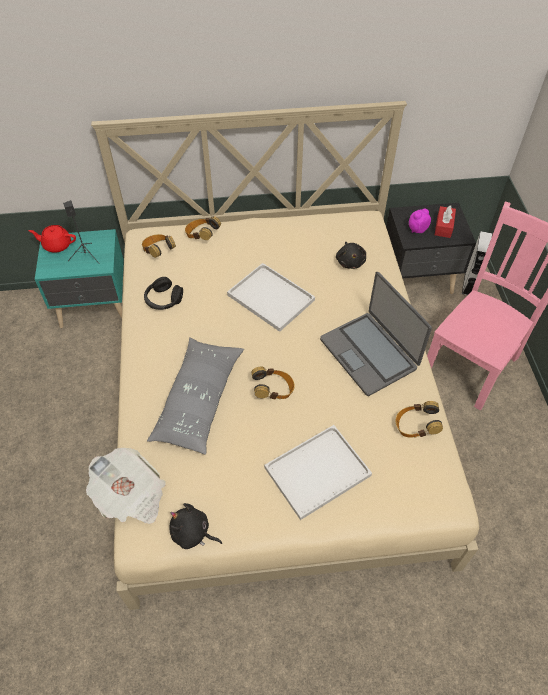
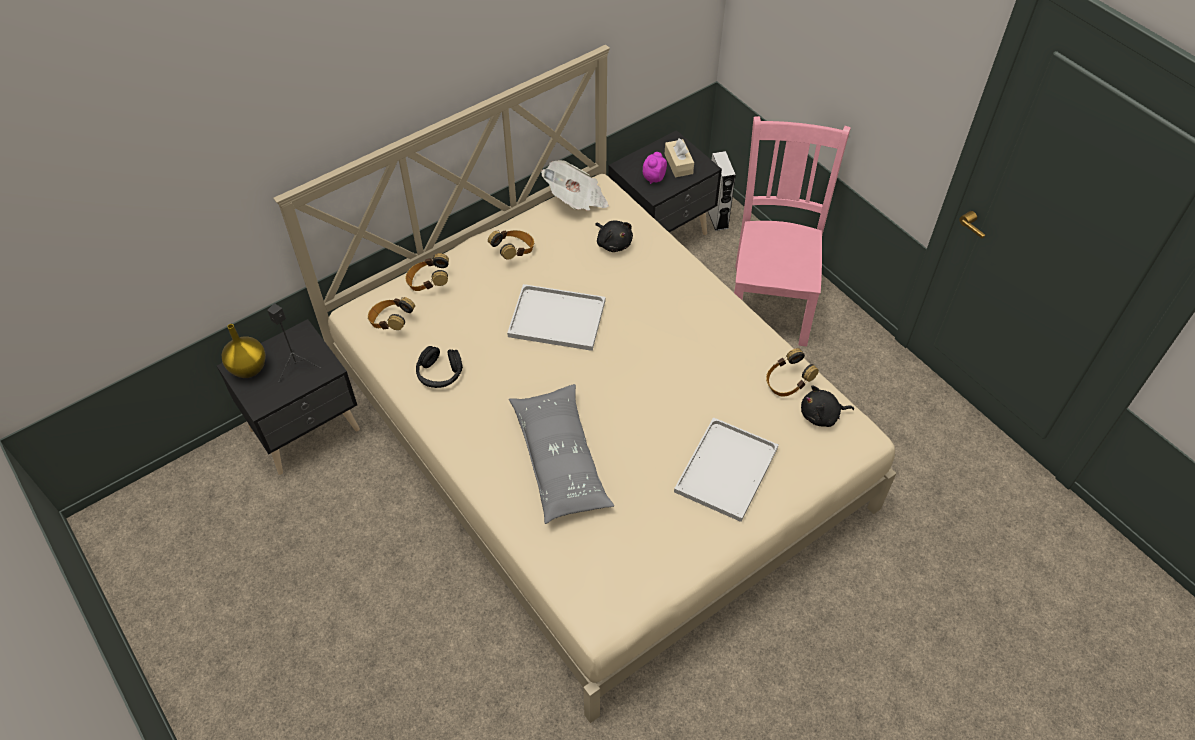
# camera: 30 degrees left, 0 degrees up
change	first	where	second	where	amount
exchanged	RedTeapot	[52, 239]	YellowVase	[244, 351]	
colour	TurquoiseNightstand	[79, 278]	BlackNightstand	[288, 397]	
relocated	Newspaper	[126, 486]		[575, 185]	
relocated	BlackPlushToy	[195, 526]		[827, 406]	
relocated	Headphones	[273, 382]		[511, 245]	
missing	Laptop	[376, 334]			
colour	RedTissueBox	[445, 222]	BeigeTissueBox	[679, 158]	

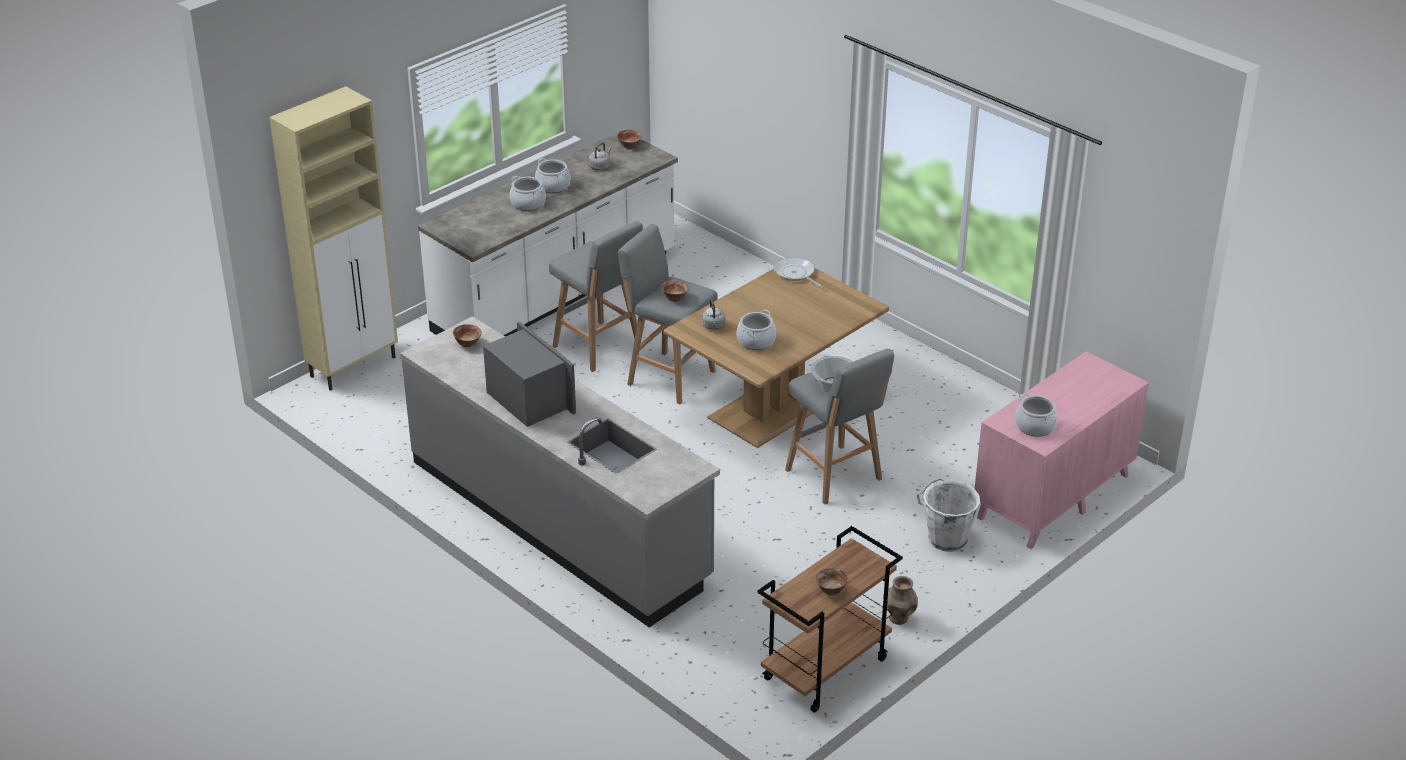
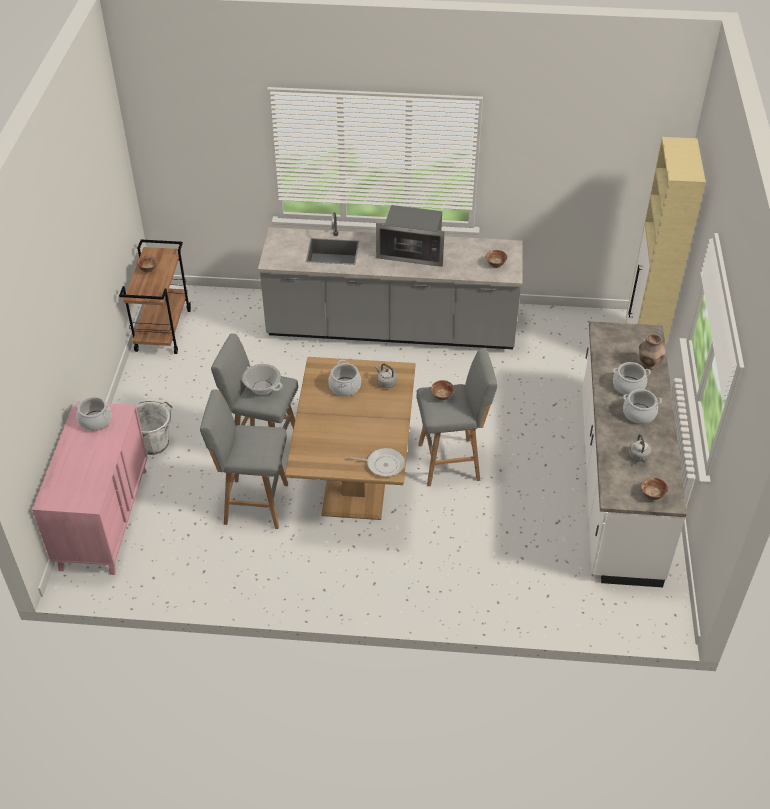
# camera: 140 degrees right, 10 degrees up
change	first	where	second	where	amount
relocated	GreyStool	[596, 296]		[244, 459]	
relocated	BrownVase	[902, 600]		[652, 351]	

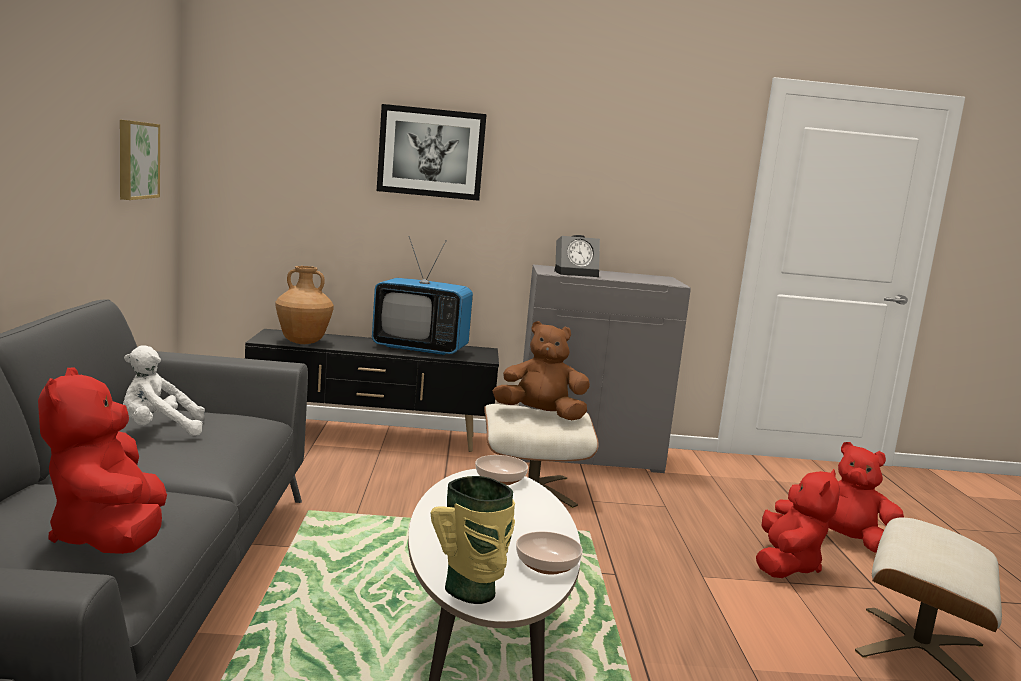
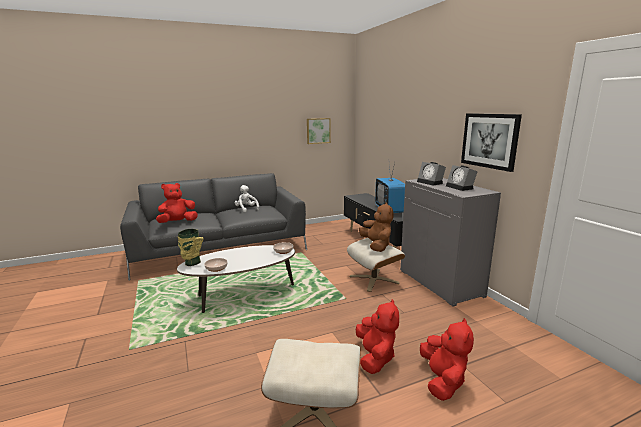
# camera: 70 degrees right, 5 degrees up
change	first	where	second	where	amount
missing	BrownVase	[304, 305]			
relocated	Picture	[432, 152]		[491, 142]	
spun	RedPlushToy	[798, 523]		[377, 336]	90 degrees counterclockwise
appeared			AlarmClock	[462, 178]	

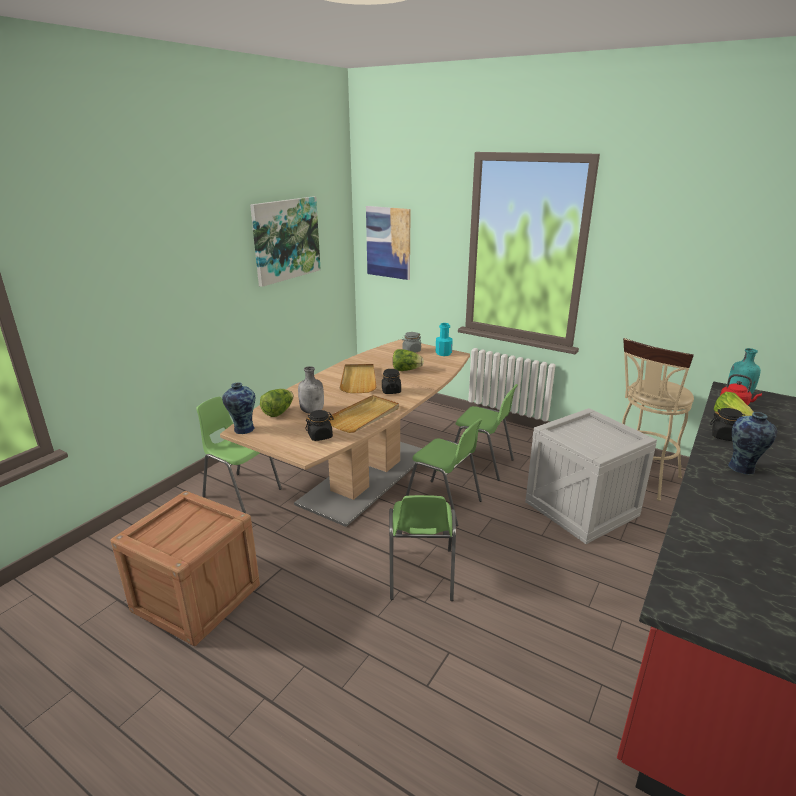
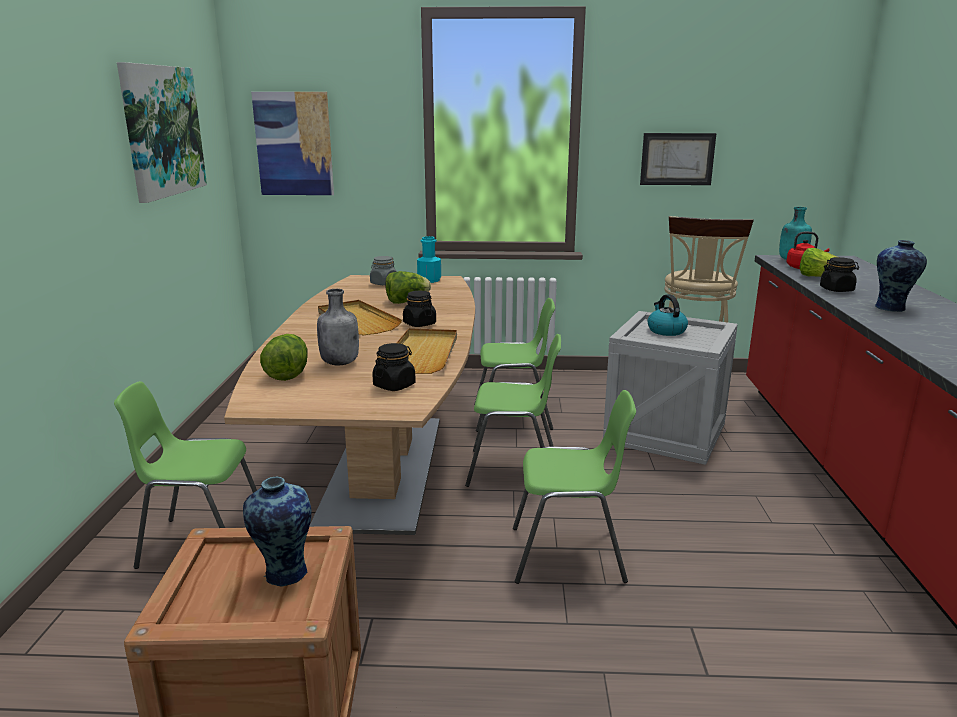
# camera: 30 degrees left, 5 degrees down
change	first	where	second	where	amount
relocated	Vase	[238, 408]		[277, 531]	
spun	GreenChair	[422, 548]		[574, 487]	60 degrees counterclockwise
appeared			Picture	[678, 159]	
appeared			Kettle	[668, 315]	

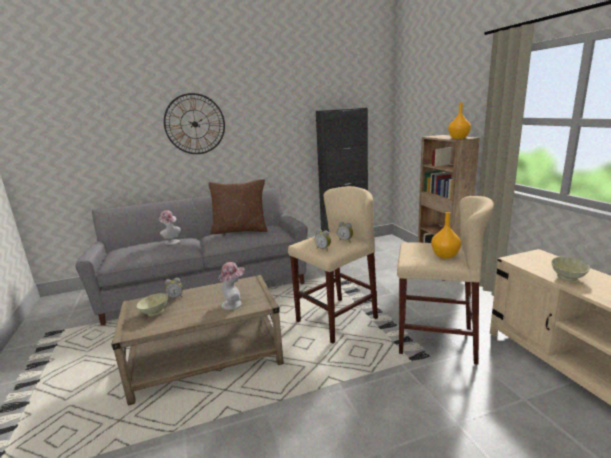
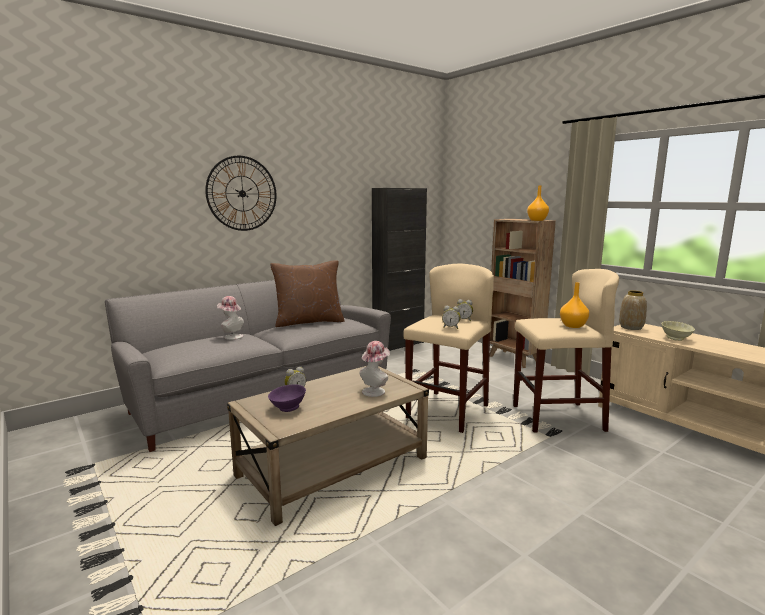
# camera: 20 degrees left, 5 degrees down
change	first	where	second	where	amount
colour	BeigeBowl	[152, 304]	PurpleBowl	[287, 398]	
appeared			Vase	[633, 310]	

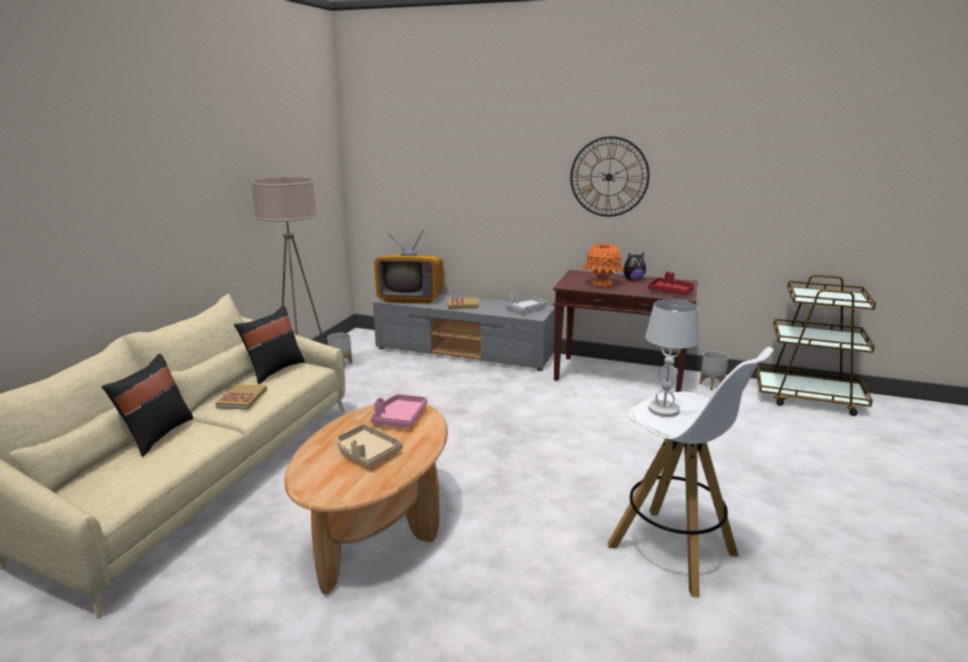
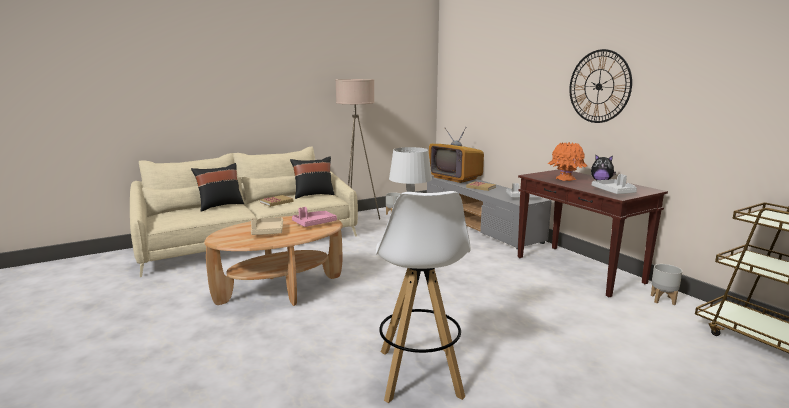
# camera: 40 degrees right, 5 degrees down
change	first	where	second	where	amount
colour	RedTray	[671, 283]	GreyTray	[614, 184]	

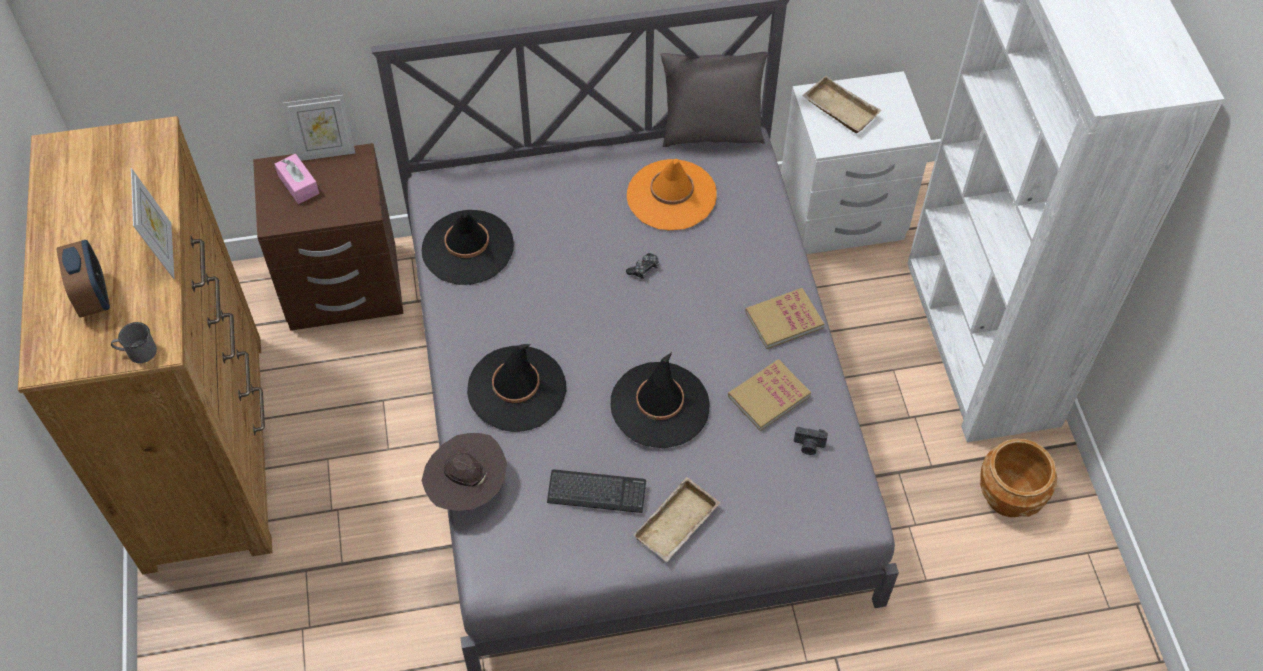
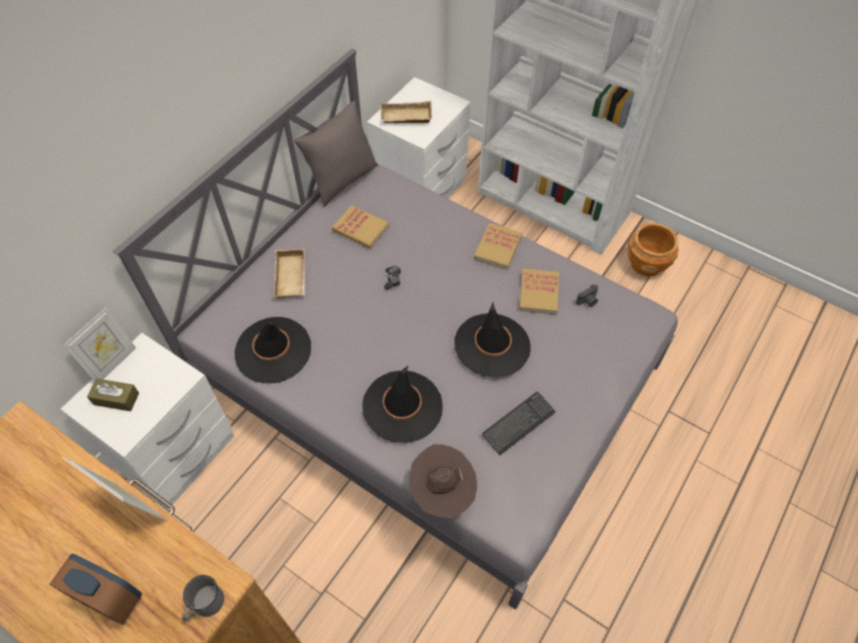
# camera: 45 degrees left, 0 degrees up
change	first	where	second	where	amount
colour	BrownNightstand	[328, 237]	WhiteNightstand	[147, 421]	
colour	PinkTissueBox	[297, 179]	BrownTissueBox	[113, 394]	
exchanged	OrangeHat	[672, 194]	Book	[360, 227]	
relocated	BeigeTray	[677, 519]		[289, 273]	

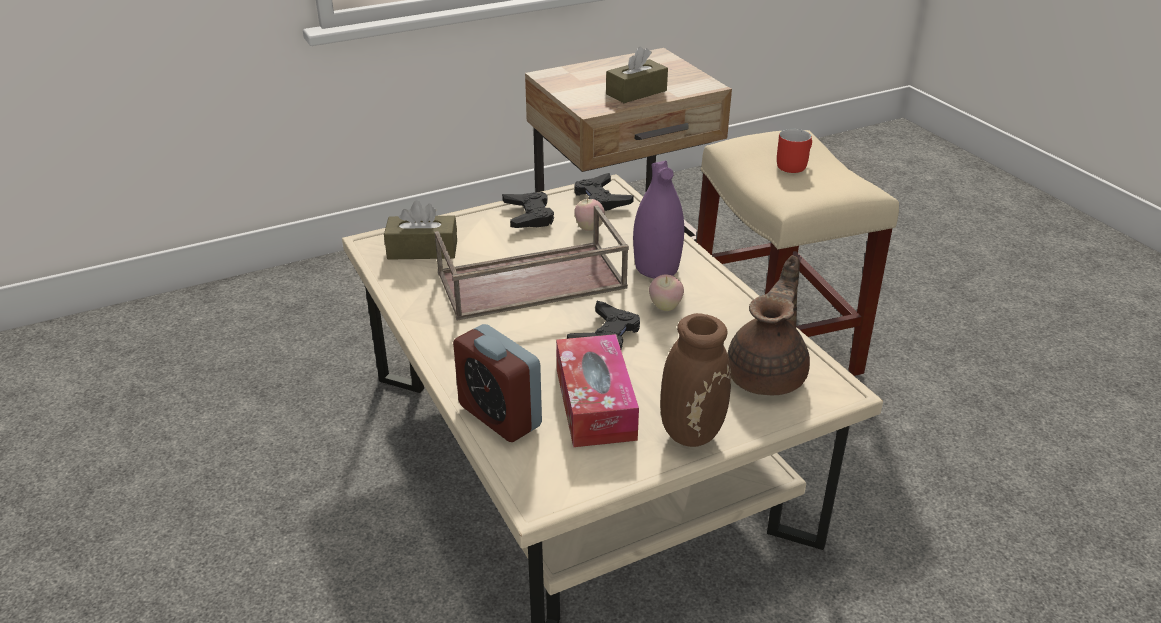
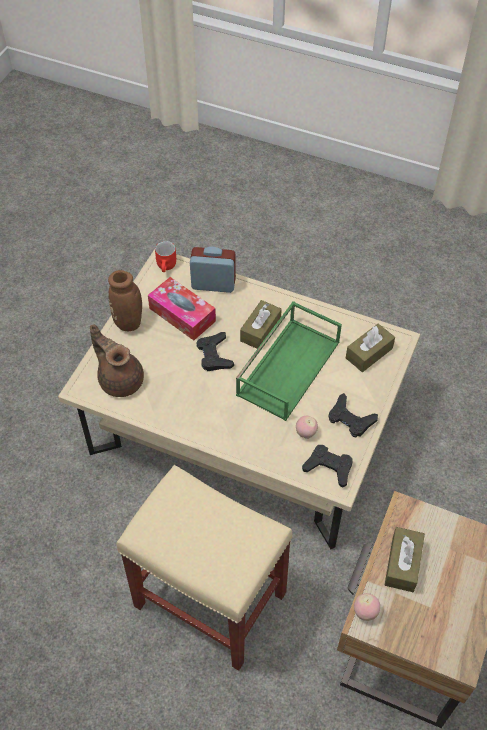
# camera: 140 degrees right, 20 degrees up
change	first	where	second	where	amount
colour	BrownTray	[532, 262]	GreenTray	[289, 361]	
missing	PurpleVase	[658, 220]			
relocated	Apple	[666, 292]		[367, 607]	
spun	BrownTeapot	[768, 325]		[117, 360]	150 degrees clockwise
relocated	RedMug	[794, 151]		[165, 256]	
appeared			BrownTissueBox	[261, 324]	

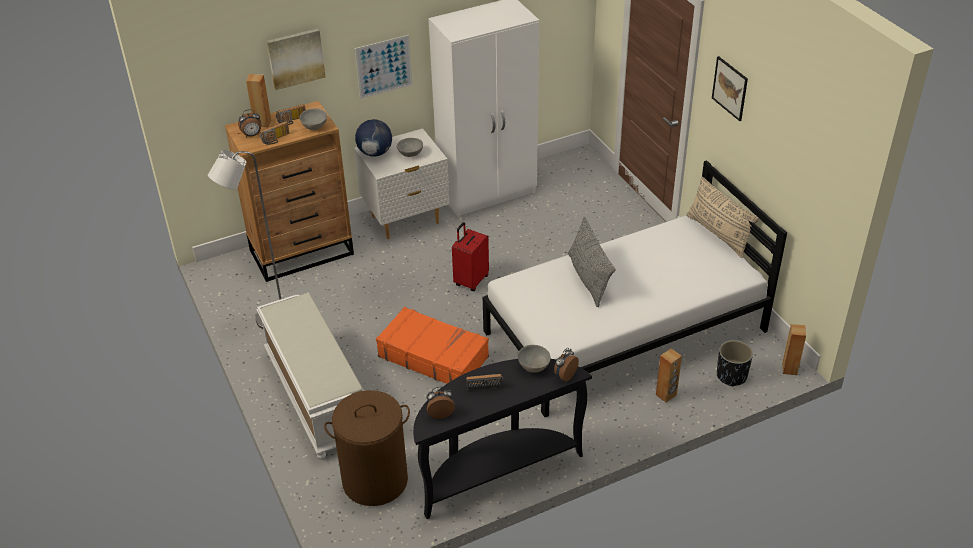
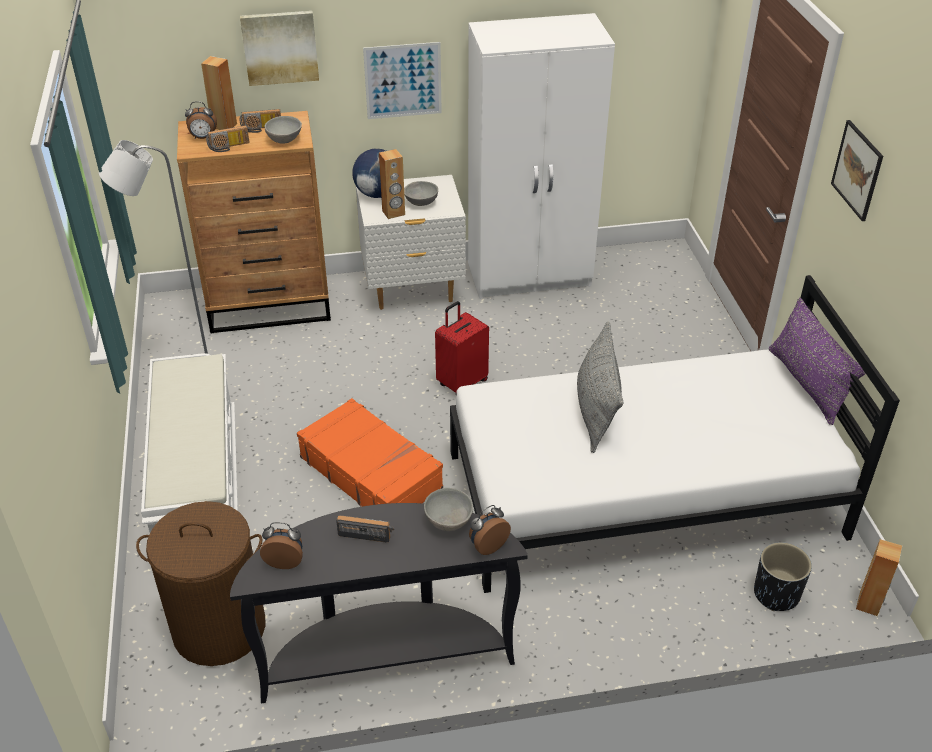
# camera: 15 degrees right, 0 degrees up
change	first	where	second	where	amount
relocated	BrownSpeaker	[669, 376]		[392, 184]	
colour	BeigePillow	[722, 217]	PurplePillow	[817, 361]	

